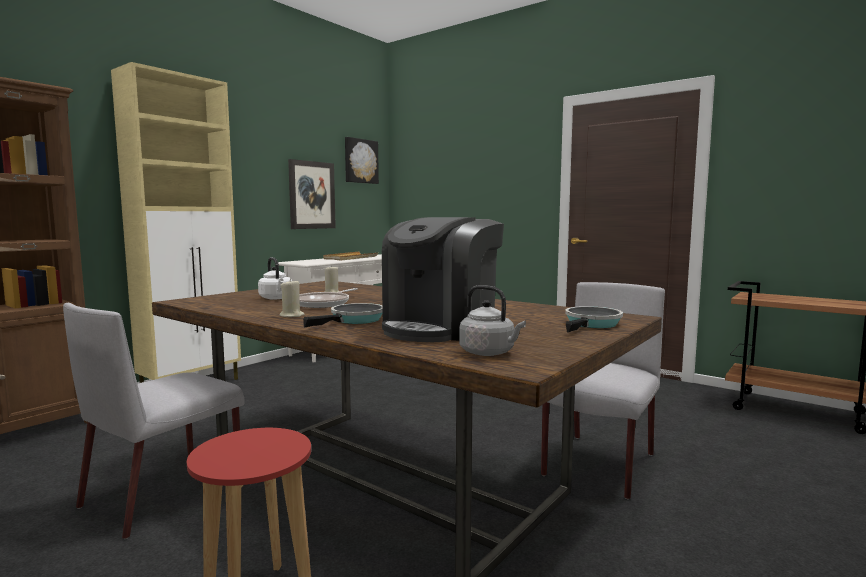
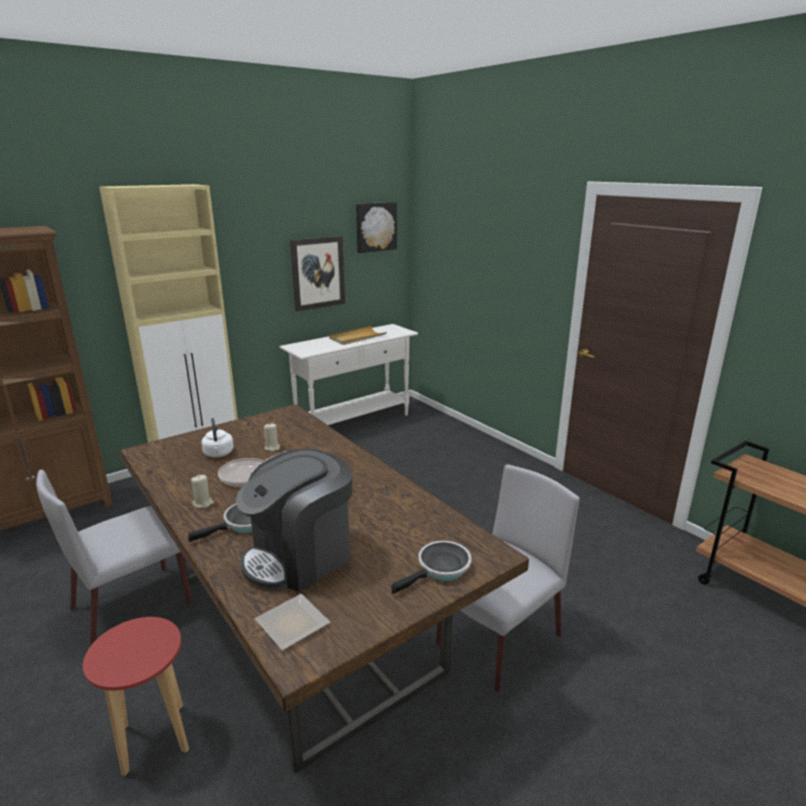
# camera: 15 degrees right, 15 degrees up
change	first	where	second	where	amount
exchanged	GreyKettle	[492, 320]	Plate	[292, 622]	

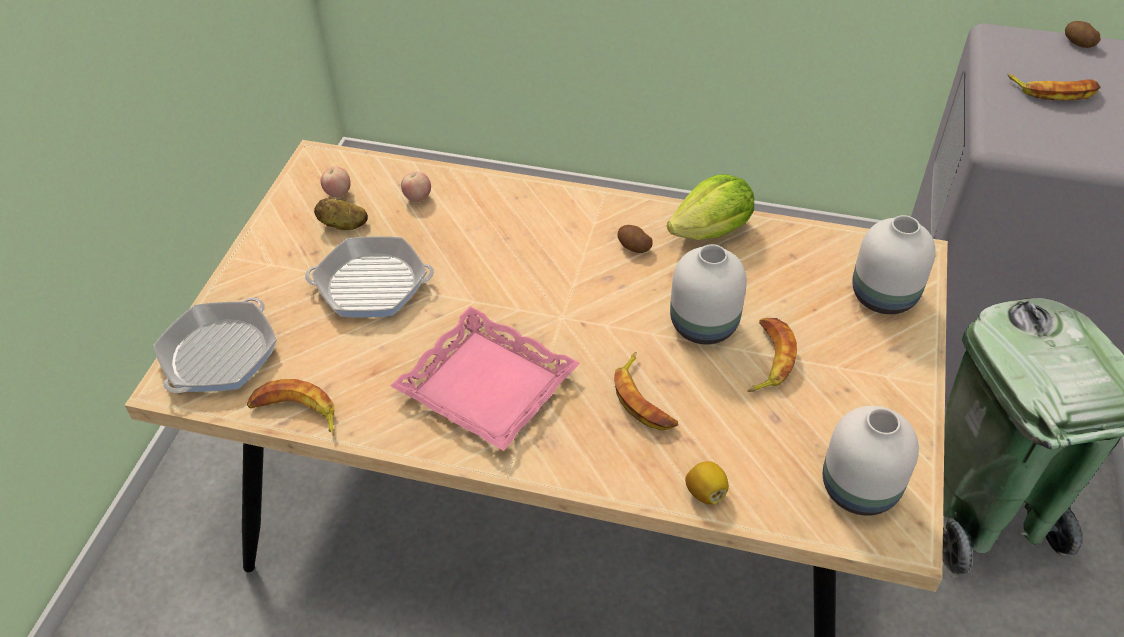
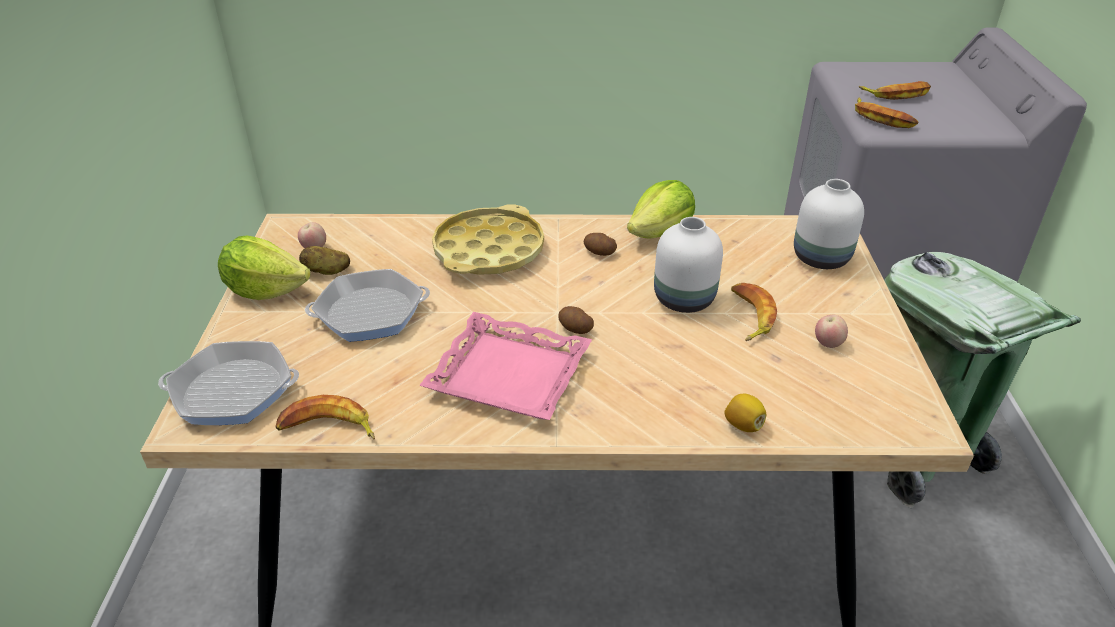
# camera: 15 degrees left, 10 degrees down
change	first	where	second	where	amount
spun	FryingPan	[215, 345]		[228, 383]	75 degrees clockwise
relocated	Apple	[416, 187]		[831, 331]	
relocated	Banana	[646, 391]		[887, 112]	
missing	WhiteVase	[871, 461]			
relocated	Potato	[1082, 34]		[576, 320]	
appeared			Lettuce	[264, 267]	
appeared			YellowTray	[488, 239]	

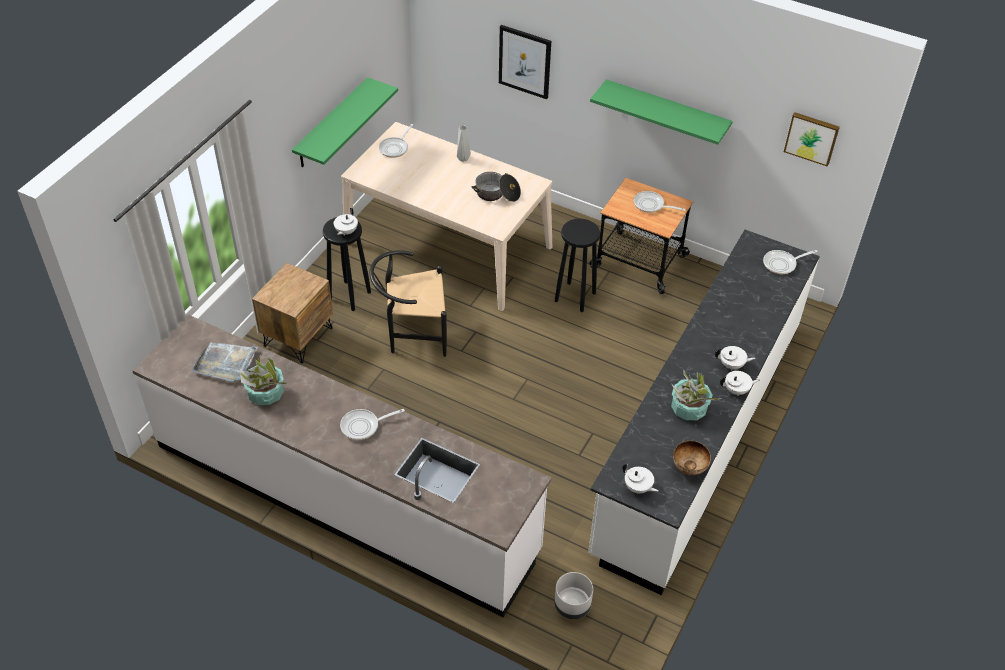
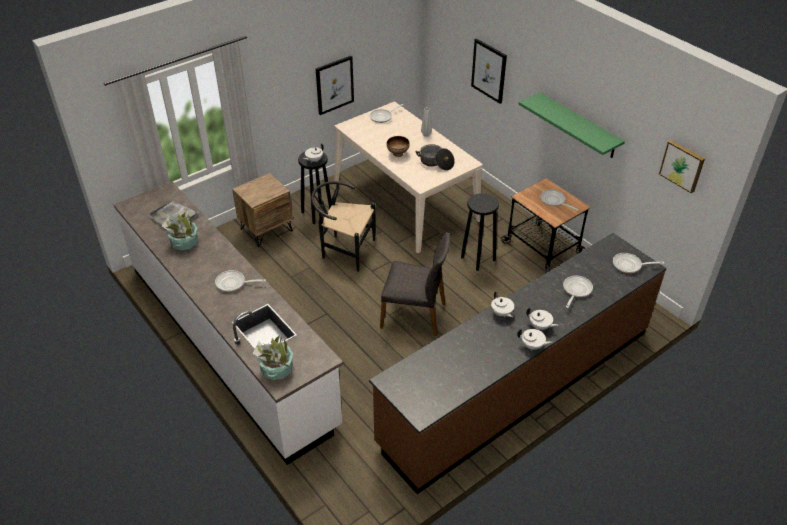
# camera: 25 degrees right, 5 degrees down
change	first	where	second	where	amount
exchanged	GreenShelf	[345, 122]	Picture	[335, 85]	
missing	GreyPlanter	[573, 595]			
colour	WhiteCounter	[704, 412]	BrownCounter	[517, 363]	
relocated	WhiteTeapot	[641, 478]		[502, 304]	
relocated	PottedPlant	[696, 394]		[273, 357]	
relocated	Bowl	[692, 458]		[398, 146]	
appeared			GreyChair	[415, 284]	
appeared			FryingPan	[578, 291]	

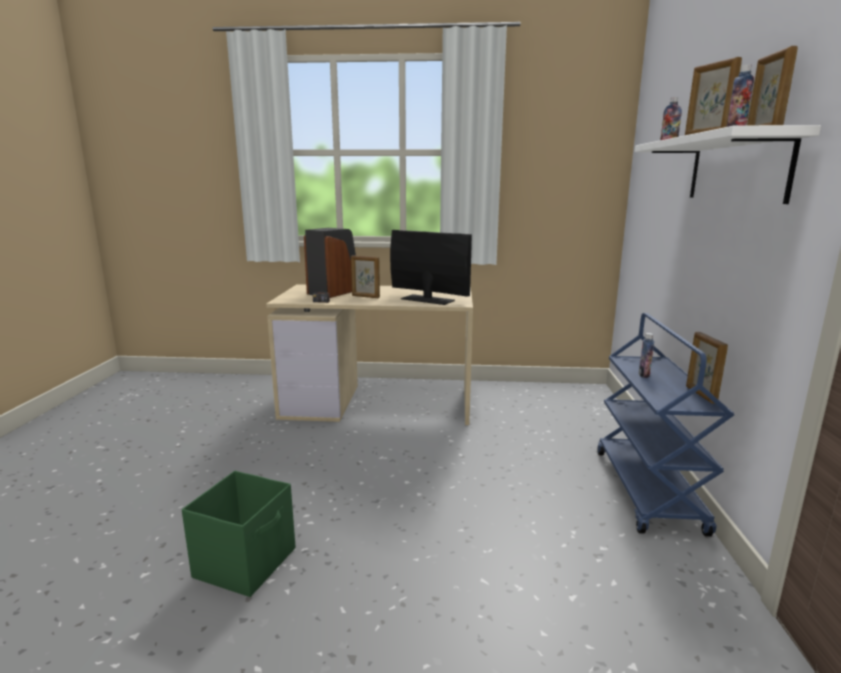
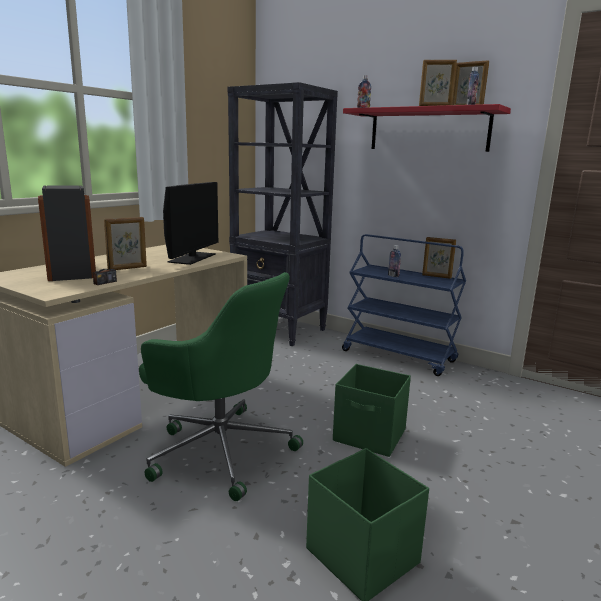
# camera: 60 degrees left, 0 degrees up
change	first	where	second	where	amount
spun	Monitor	[431, 267]		[190, 223]	135 degrees clockwise
colour	WhiteShelf	[728, 164]	RedShelf	[427, 128]	
appeared			GreenOfficeChair	[221, 386]	
appeared			BlackBookcase	[282, 214]	
appeared			GreenStorageBox	[372, 410]	

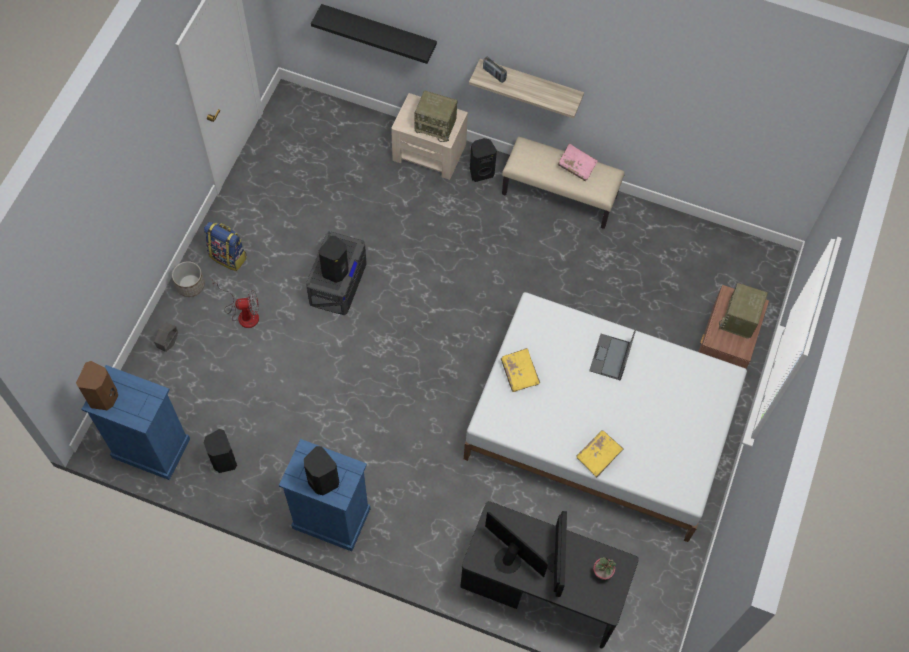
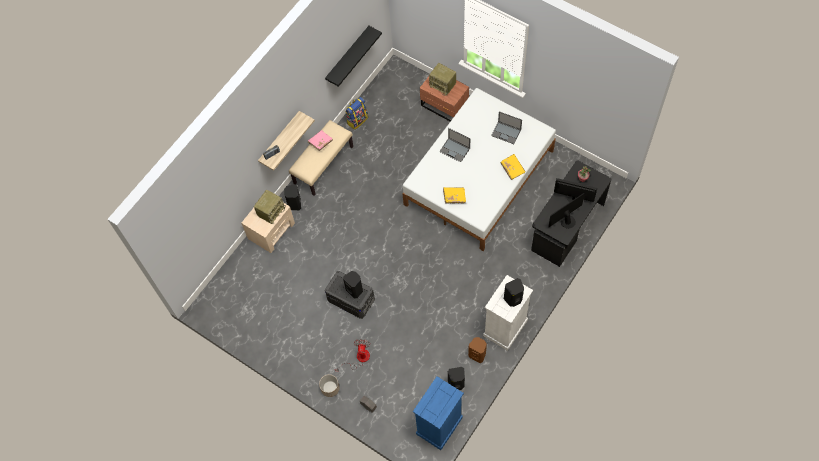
# camera: 70 degrees left, 0 degrees up
change	first	where	second	where	amount
relocated	BrownSpeaker	[97, 385]		[477, 350]	
relocated	Backpack	[225, 246]		[356, 113]	
colour	BlueDresser	[325, 495]	WhiteDresser	[508, 313]	
relocated	BlackShelf	[374, 34]		[353, 56]	
appeared			Laptop	[506, 127]	

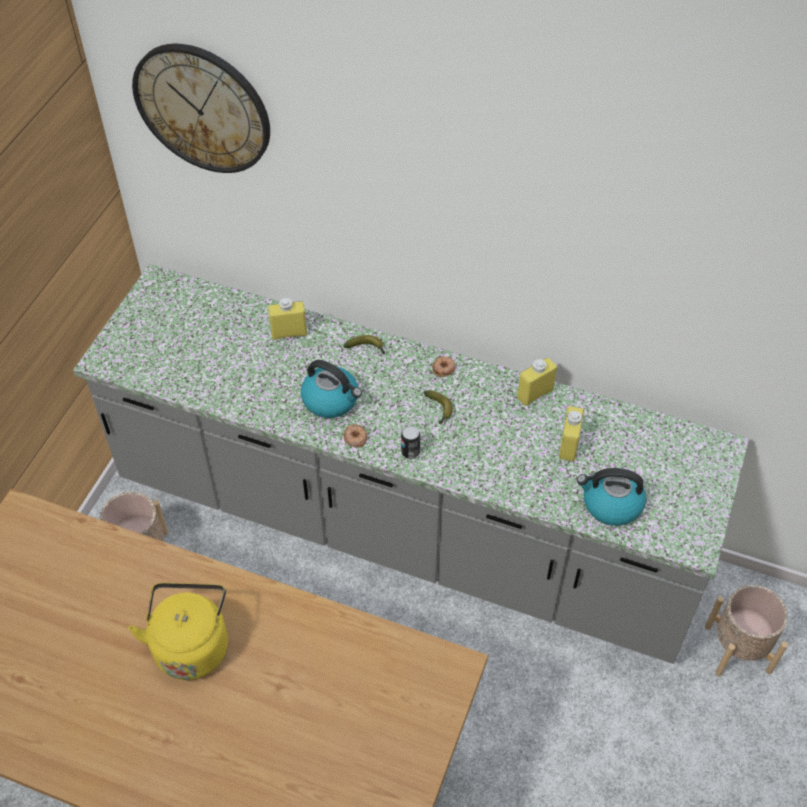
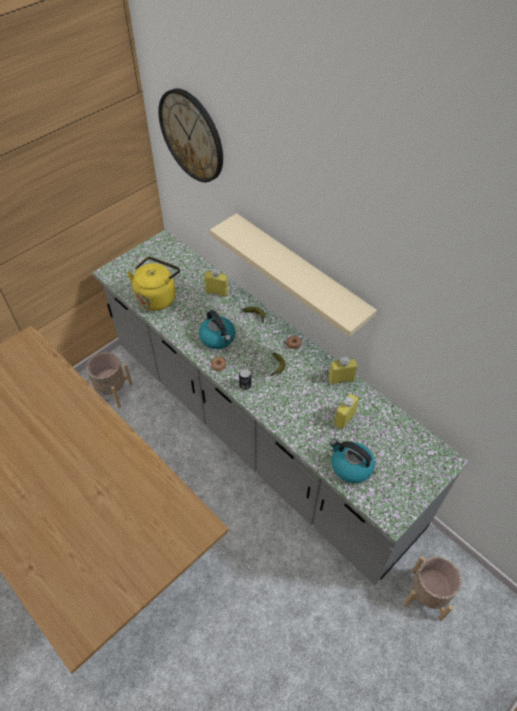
# camera: 25 degrees right, 0 degrees up
change	first	where	second	where	amount
relocated	YellowKettle	[178, 631]		[153, 284]	
appeared			BeigeShelf	[293, 275]	

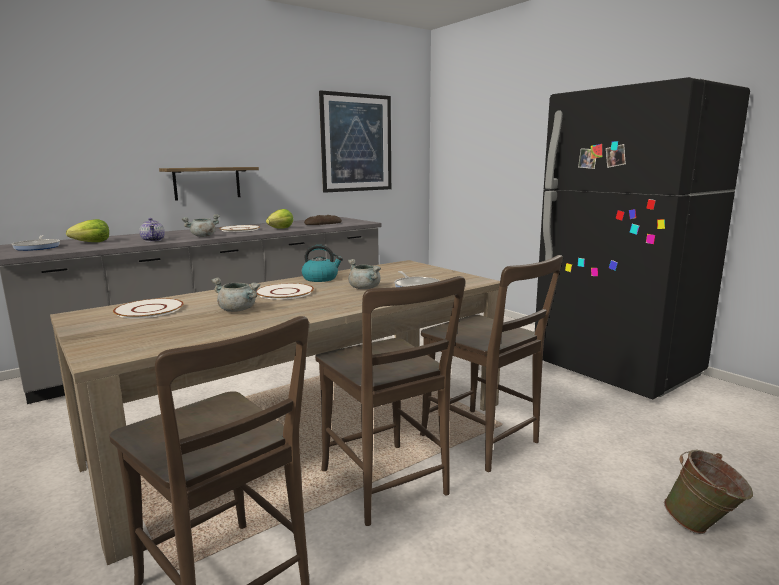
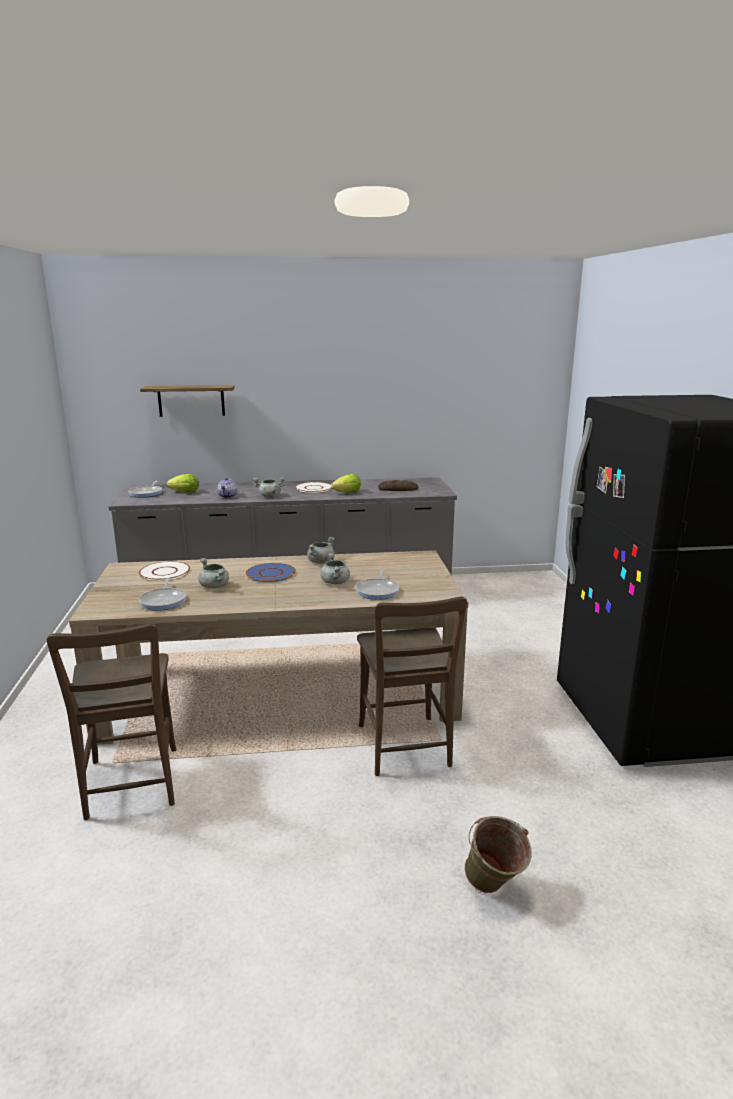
# camera: 30 degrees right, 5 degrees up
change	first	where	second	where	amount
relocated	Shelf	[209, 184]		[187, 401]	
colour	WhitePlate	[285, 291]	BluePlate	[271, 572]	
exchanged	Kettle	[322, 263]	GreyCookingPot	[321, 550]	
missing	BrownChair	[390, 401]			
missing	Picture	[355, 141]			
appeared			FryingPan	[162, 594]	

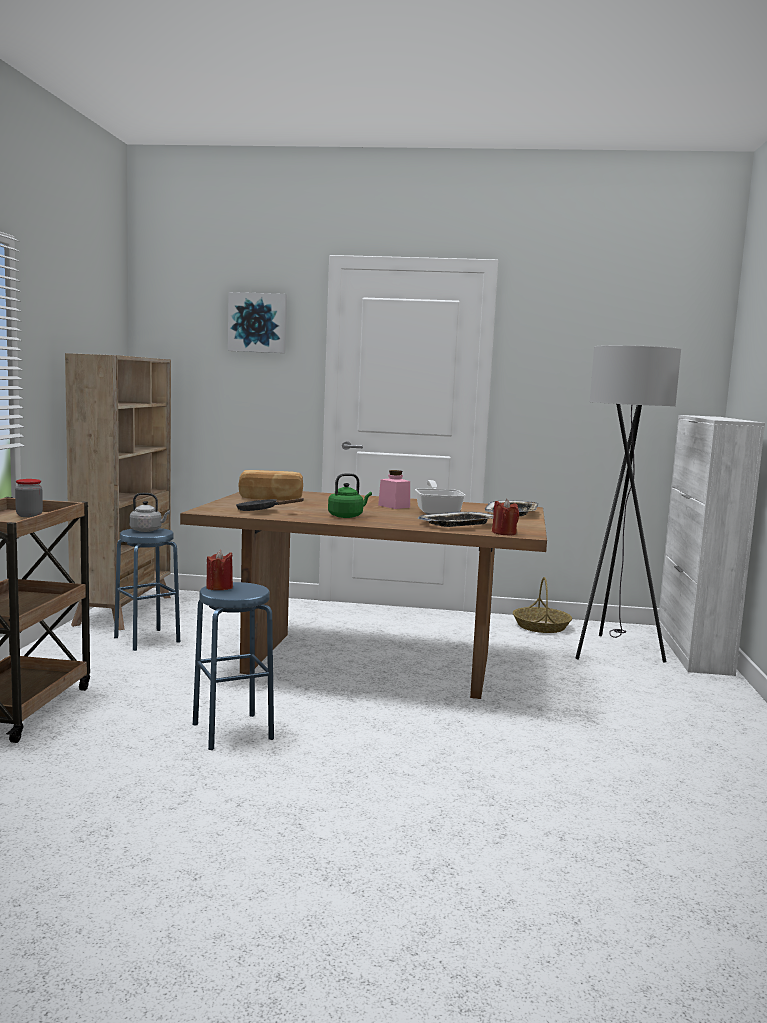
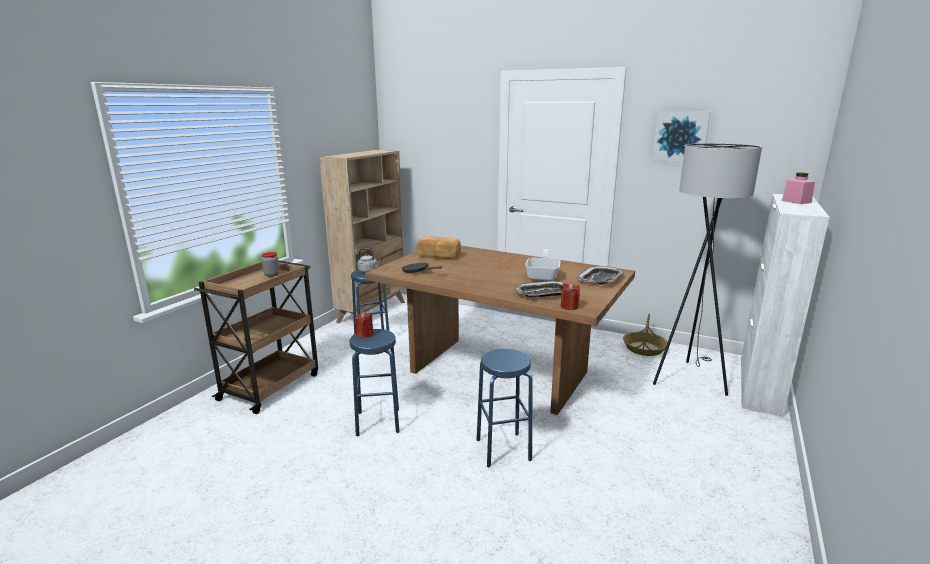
# camera: 20 degrees right, 10 degrees up
change	first	where	second	where	amount
relocated	Picture	[257, 322]		[681, 136]	
missing	GreenKettle	[350, 495]			
relocated	PinkJar	[394, 489]		[798, 188]	
appeared			BlueStool	[505, 408]	

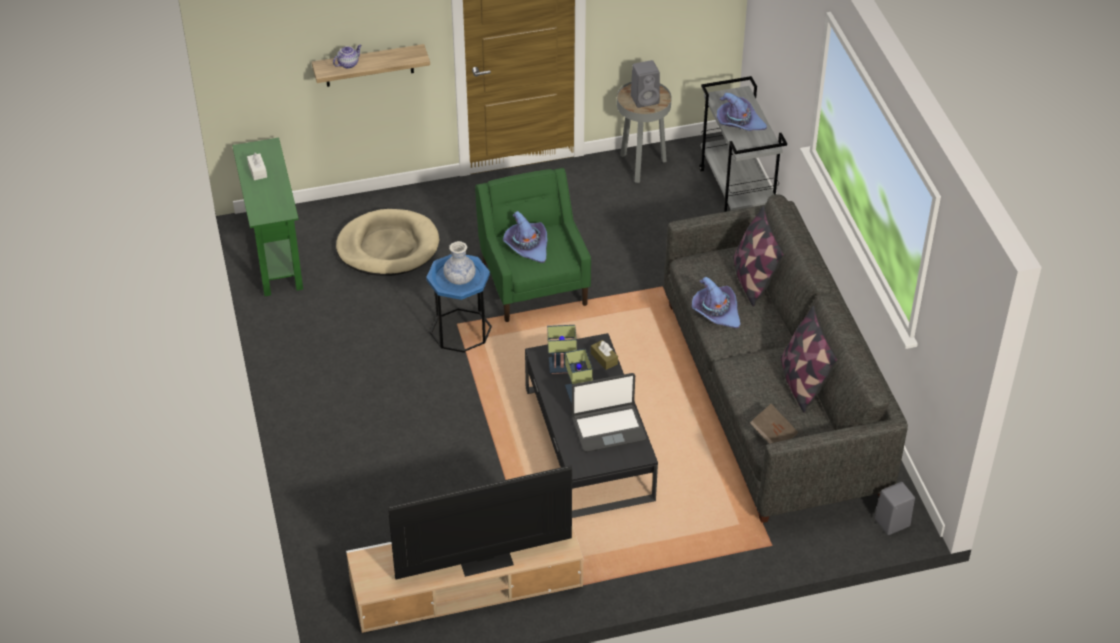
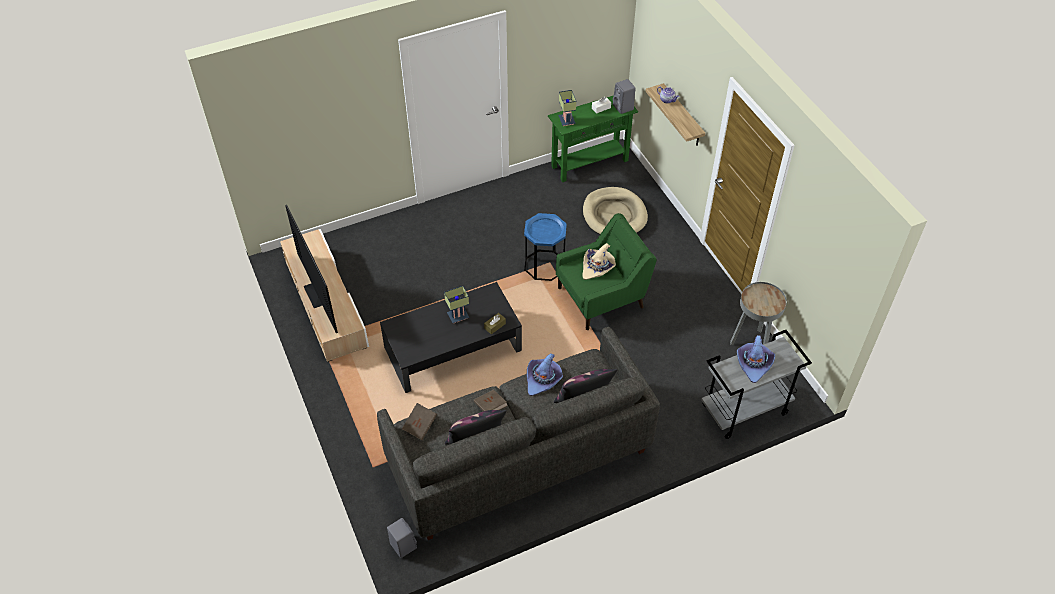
# camera: 80 degrees right, 5 degrees up
change	first	where	second	where	amount
missing	Vase	[459, 263]			
colour	PurpleHat	[525, 237]	BeigeHat	[599, 261]	
relocated	TableLamp	[562, 349]		[567, 108]	
missing	Laptop	[609, 412]			
relocated	GreySpeaker	[645, 84]		[624, 96]	
appeared			BrownBook	[491, 400]	

